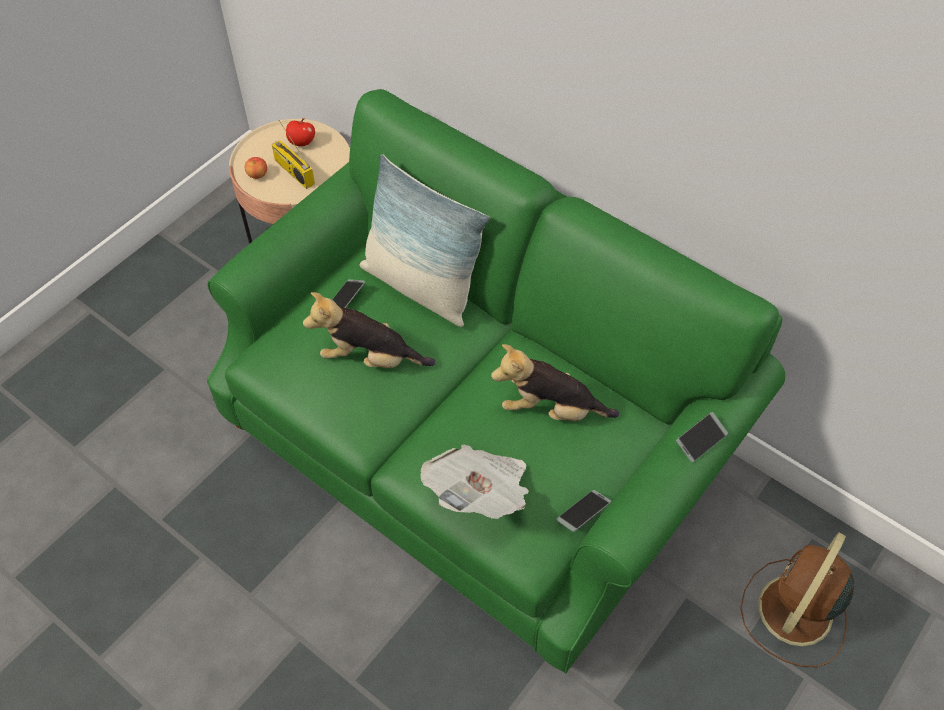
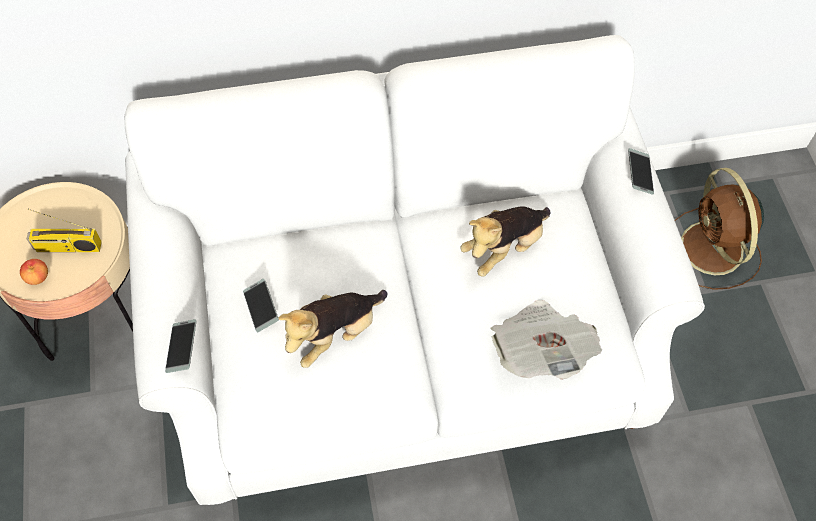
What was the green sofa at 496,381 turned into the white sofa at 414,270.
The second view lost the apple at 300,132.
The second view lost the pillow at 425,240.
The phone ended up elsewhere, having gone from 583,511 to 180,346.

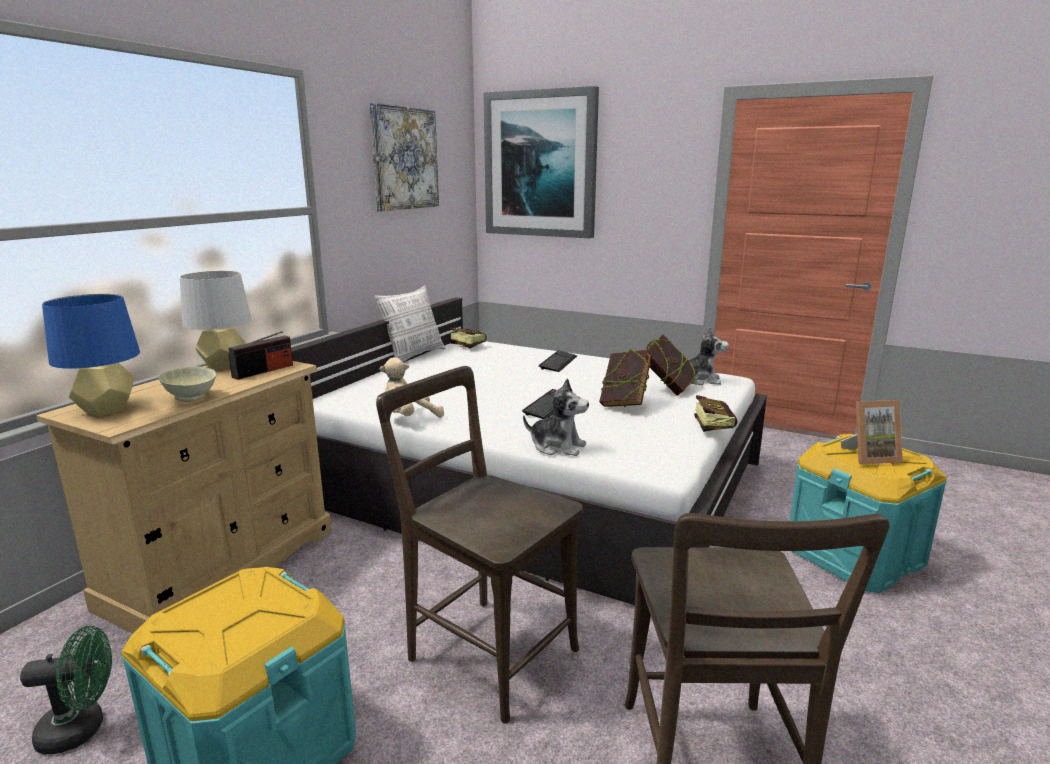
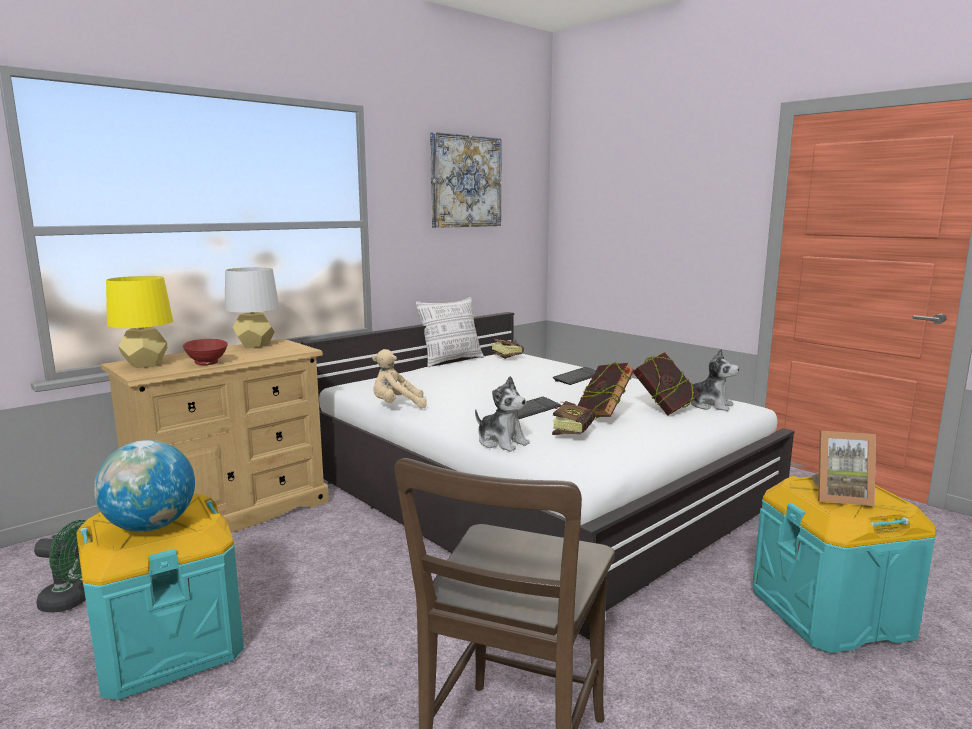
What was the blue table lamp at 91,355 turned into the yellow table lamp at 139,322.
What was the beige bowl at 187,384 turned into the red bowl at 205,352.
The second view lost the radio at 260,355.
The second view lost the brown chair at 479,545.
The second view lost the picture at 541,162.
The book ended up elsewhere, having gone from 715,413 to 573,418.
The second view gained the globe at 144,486.

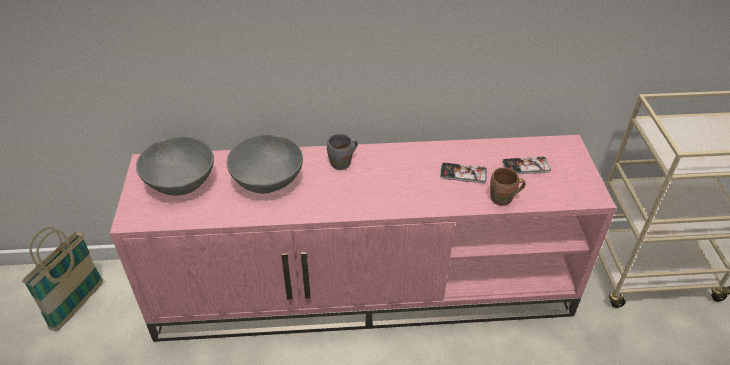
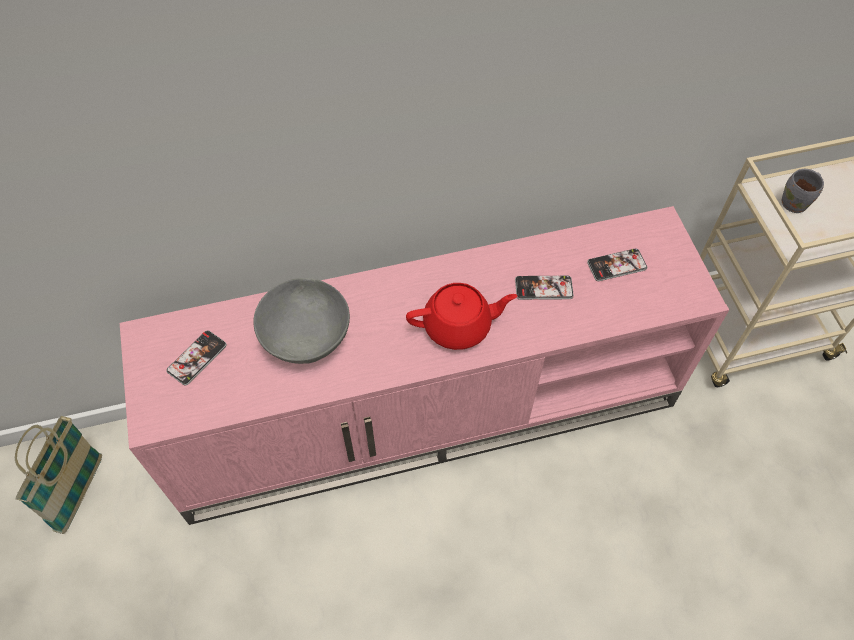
Where the grey bowl stood at 175,166, the phone came to stand at 196,357.
The grey mug ended up elsewhere, having gone from 342,152 to 802,191.
The second view lost the brown mug at 507,186.
The second view gained the red teapot at 462,316.

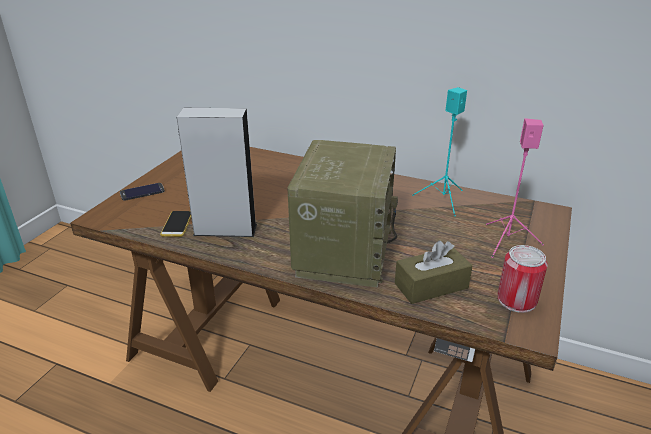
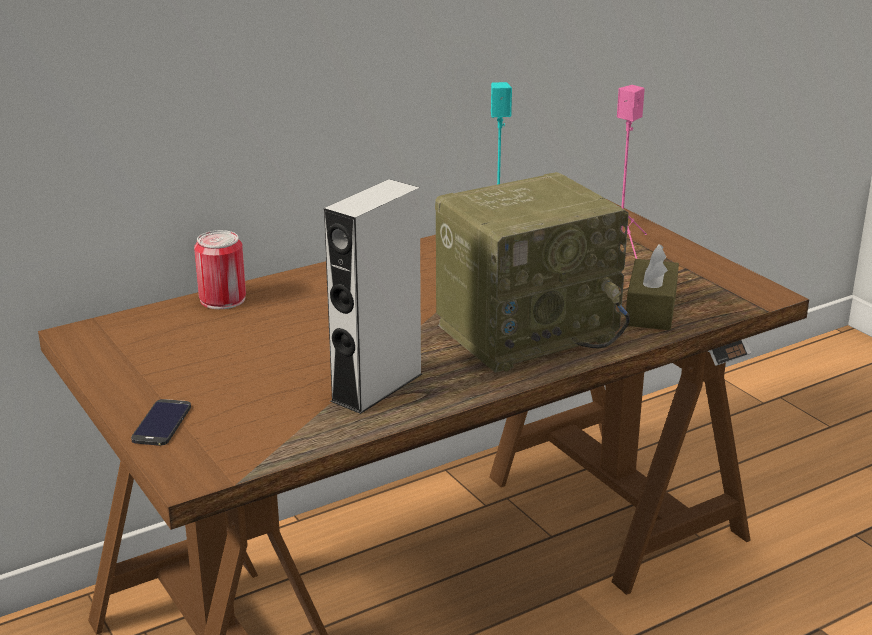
The second view lost the phone at 175,224.
The radio at 342,214 ended up facing another way, 105 degrees clockwise from before.
The can ended up elsewhere, having gone from 523,279 to 220,269.

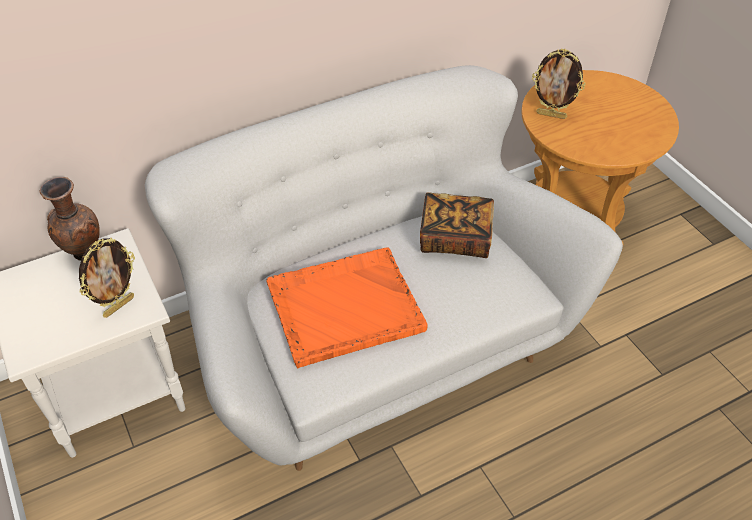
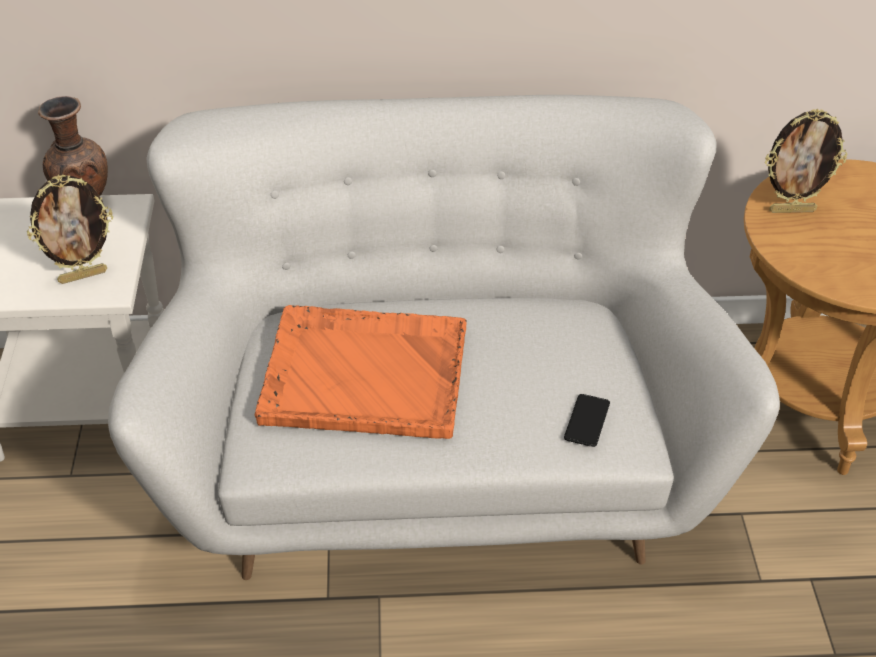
The second view lost the book at 457,225.
The picture frame at 558,84 ended up facing another way, 45 degrees counterclockwise from before.
The second view gained the phone at 587,420.

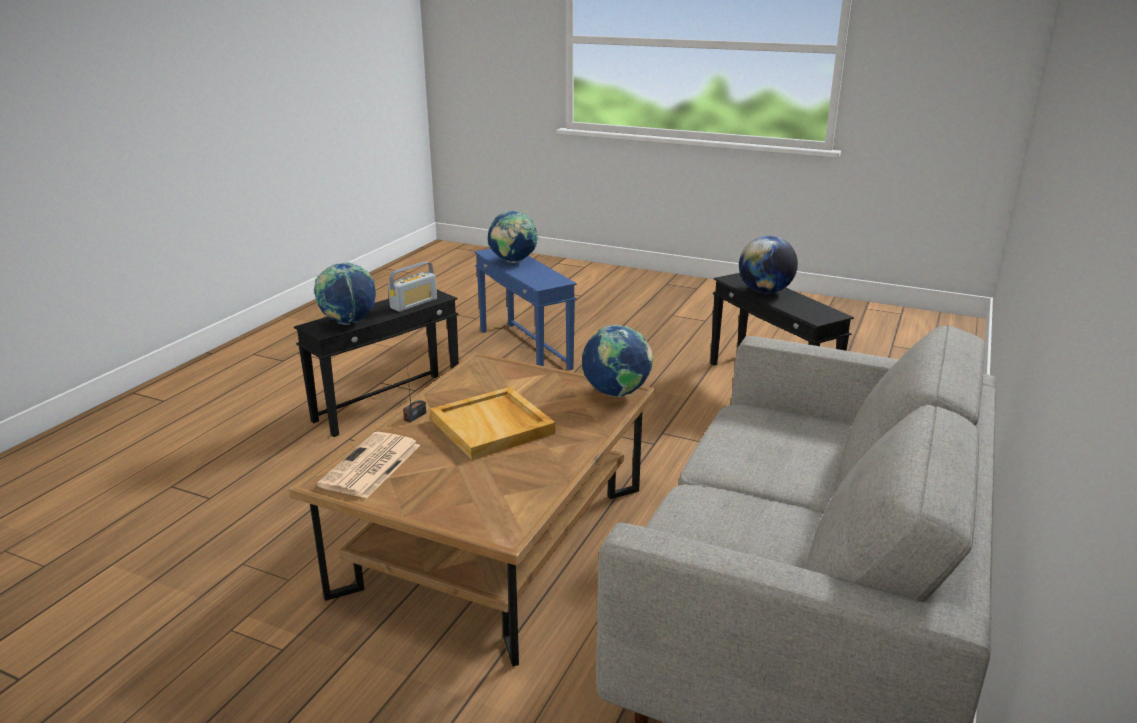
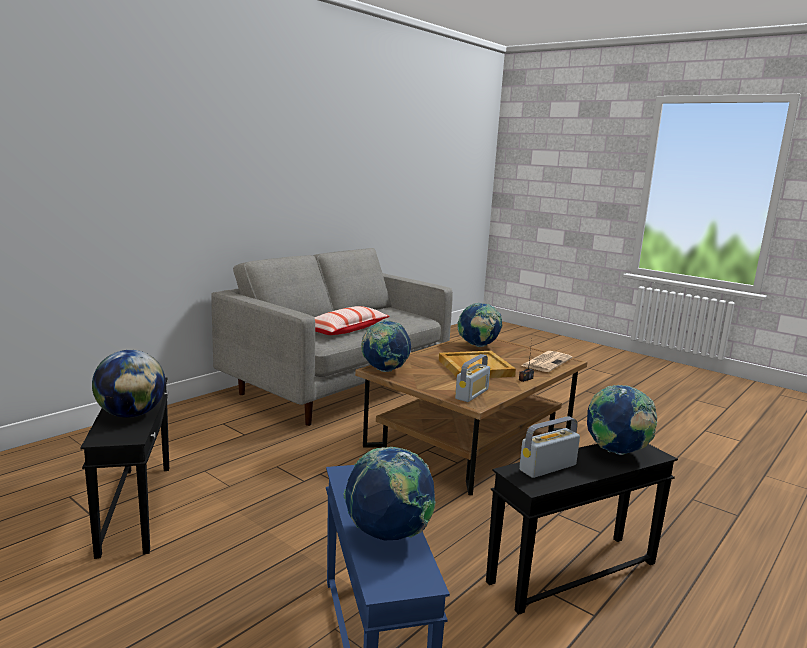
The second view gained the pillow at 352,320.
The second view gained the radio at 472,378.
The second view gained the globe at 479,325.

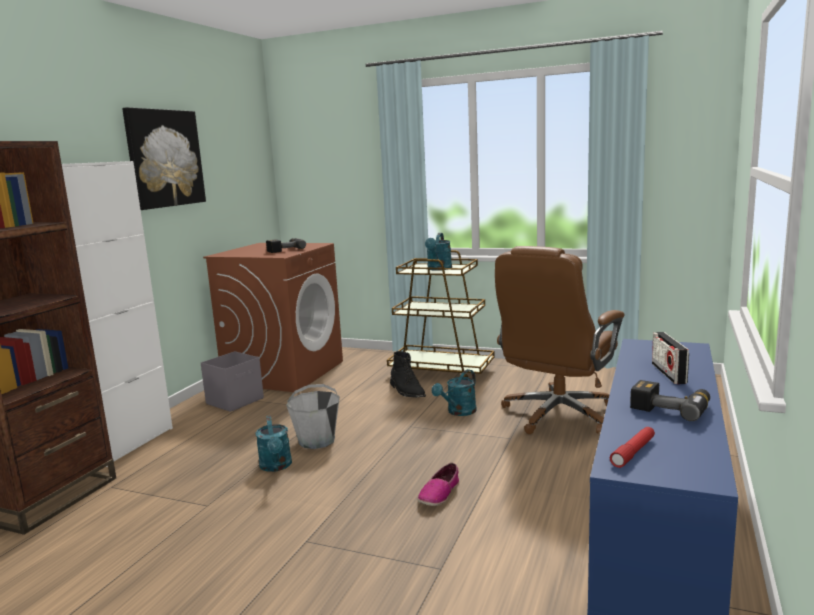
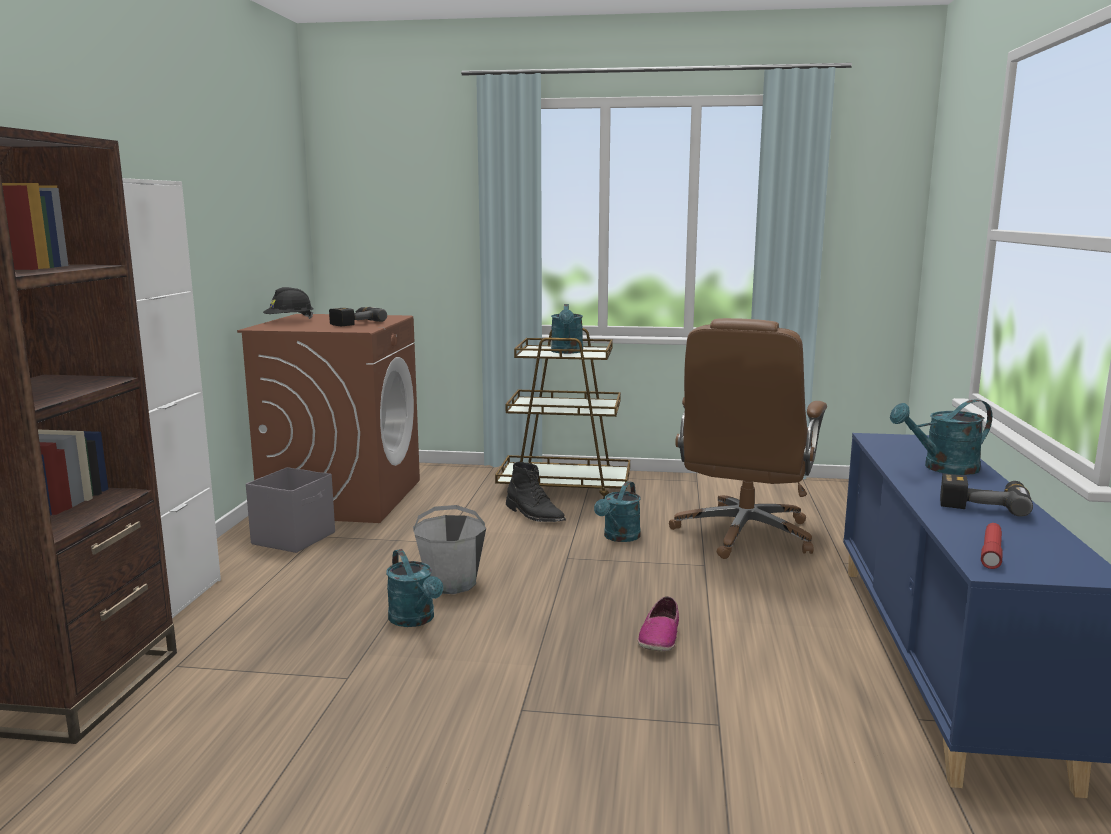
The second view lost the picture at 164,158.
Where the radio stood at 670,358, the turquoise watering can came to stand at 941,437.
The second view gained the black hard hat at 288,303.

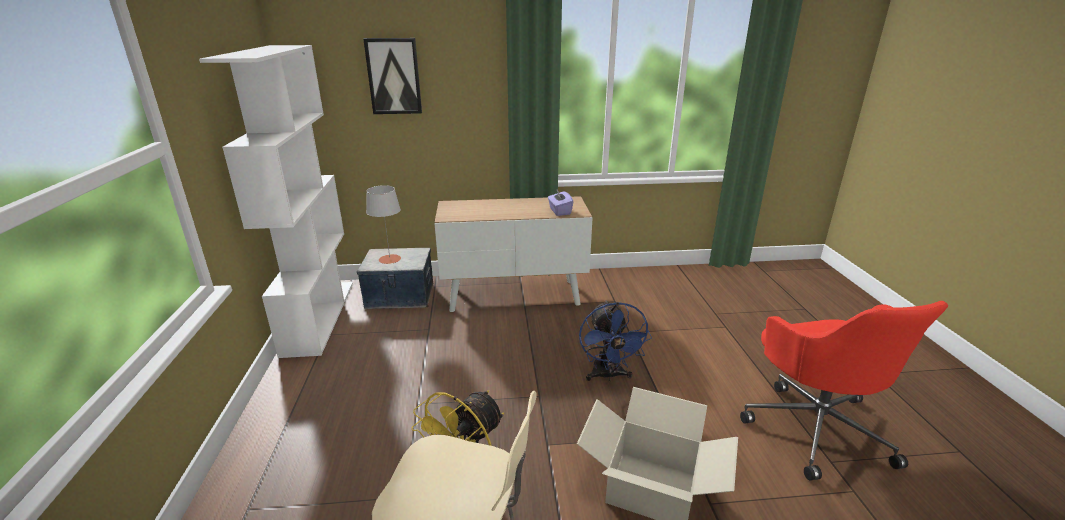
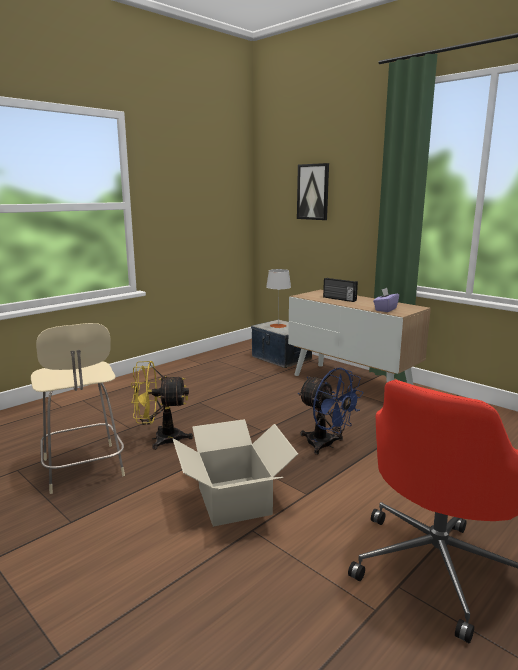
The second view lost the white bookcase at 276,201.
The blue fan at 615,341 ended up facing another way, 90 degrees counterclockwise from before.
The second view gained the radio at 340,290.

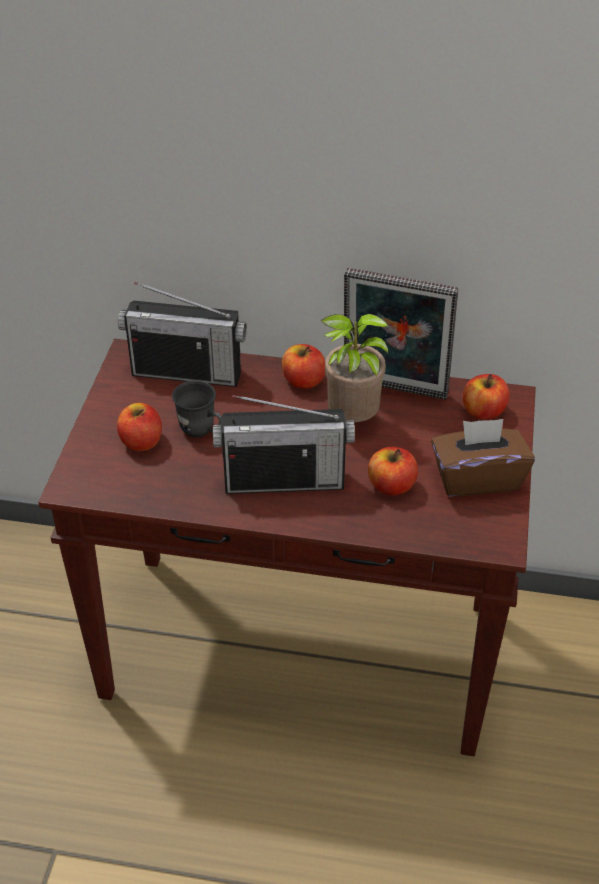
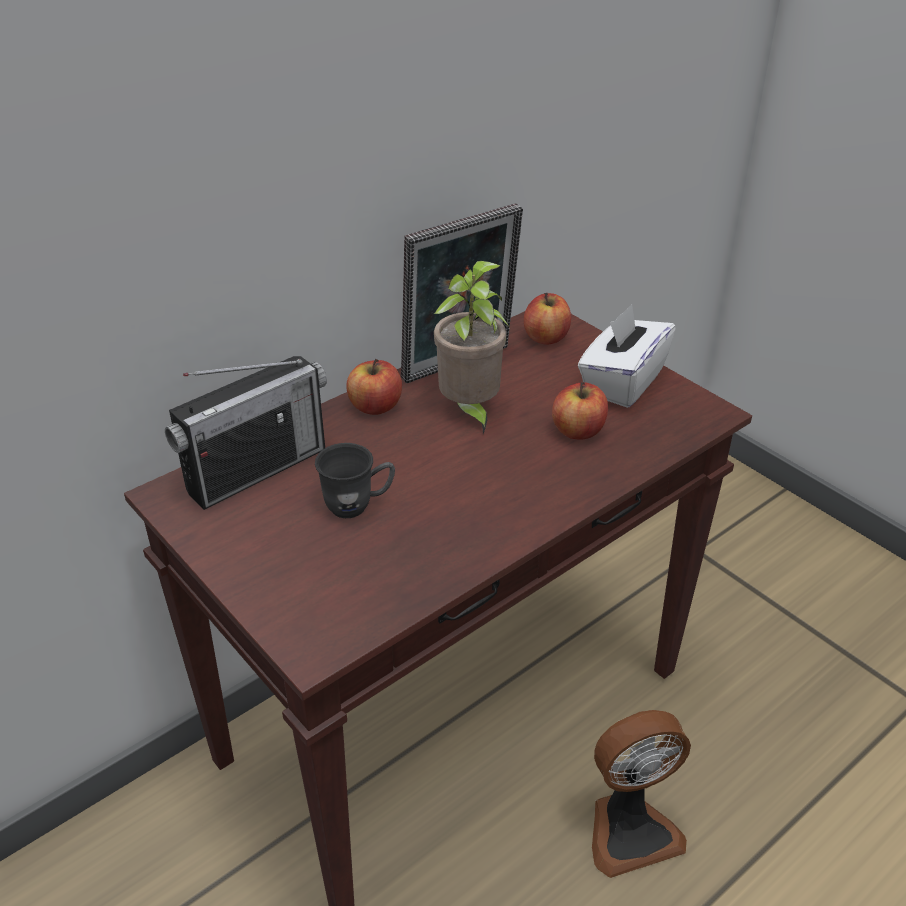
The second view lost the apple at 139,427.
The second view lost the radio at 284,444.
What was the brown tissue box at 483,458 turned into the white tissue box at 627,356.
The second view gained the fan at 641,794.

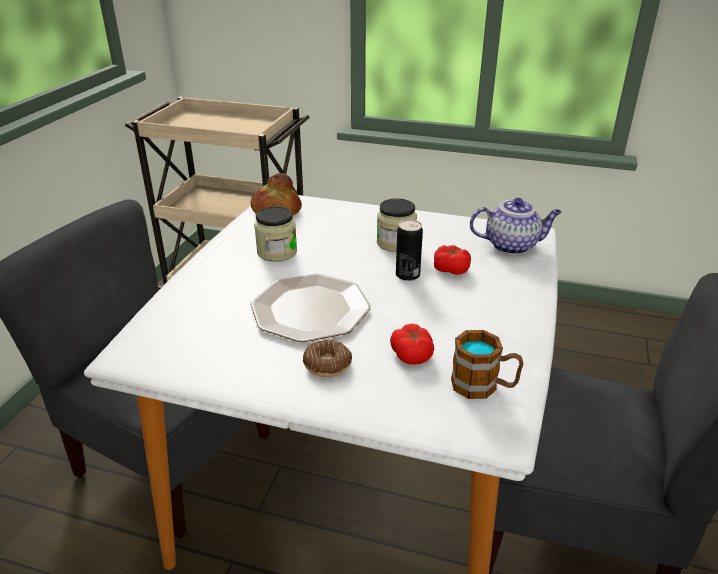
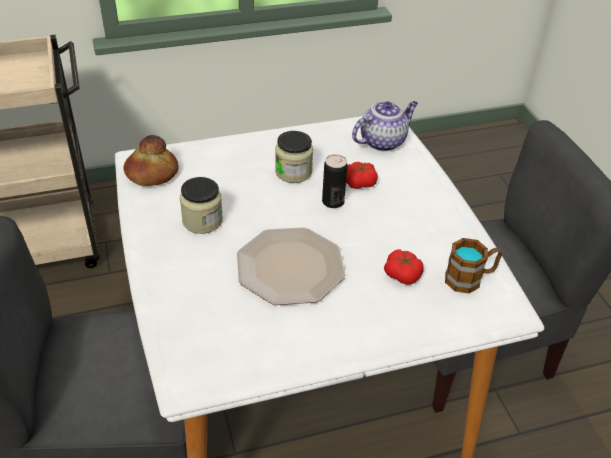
The second view lost the donut at 327,358.

